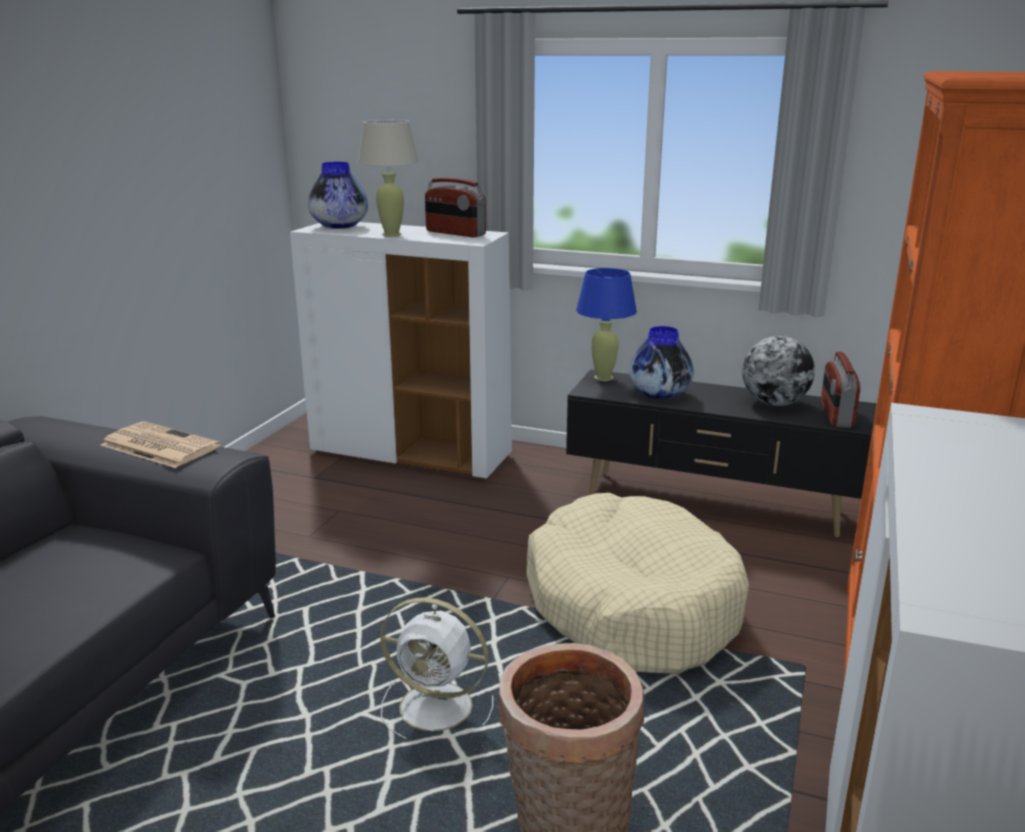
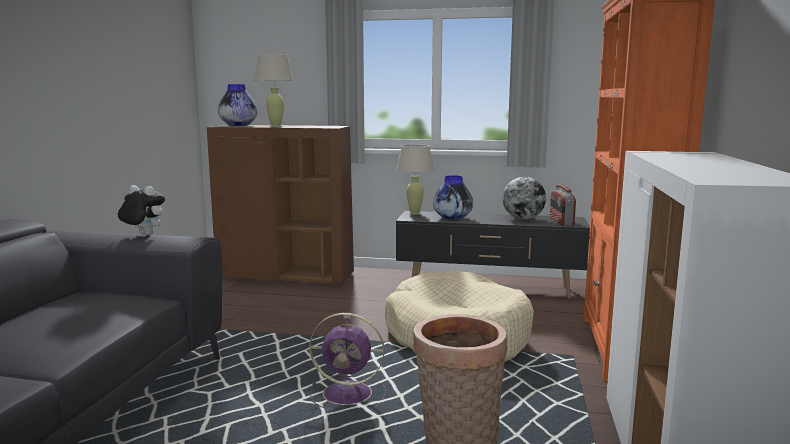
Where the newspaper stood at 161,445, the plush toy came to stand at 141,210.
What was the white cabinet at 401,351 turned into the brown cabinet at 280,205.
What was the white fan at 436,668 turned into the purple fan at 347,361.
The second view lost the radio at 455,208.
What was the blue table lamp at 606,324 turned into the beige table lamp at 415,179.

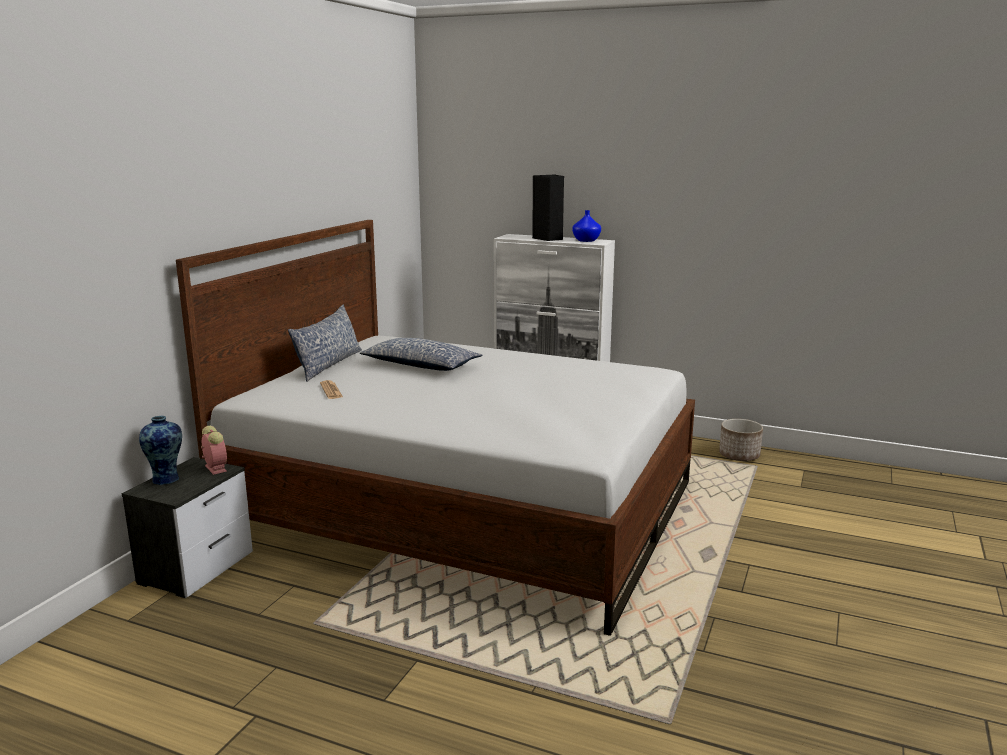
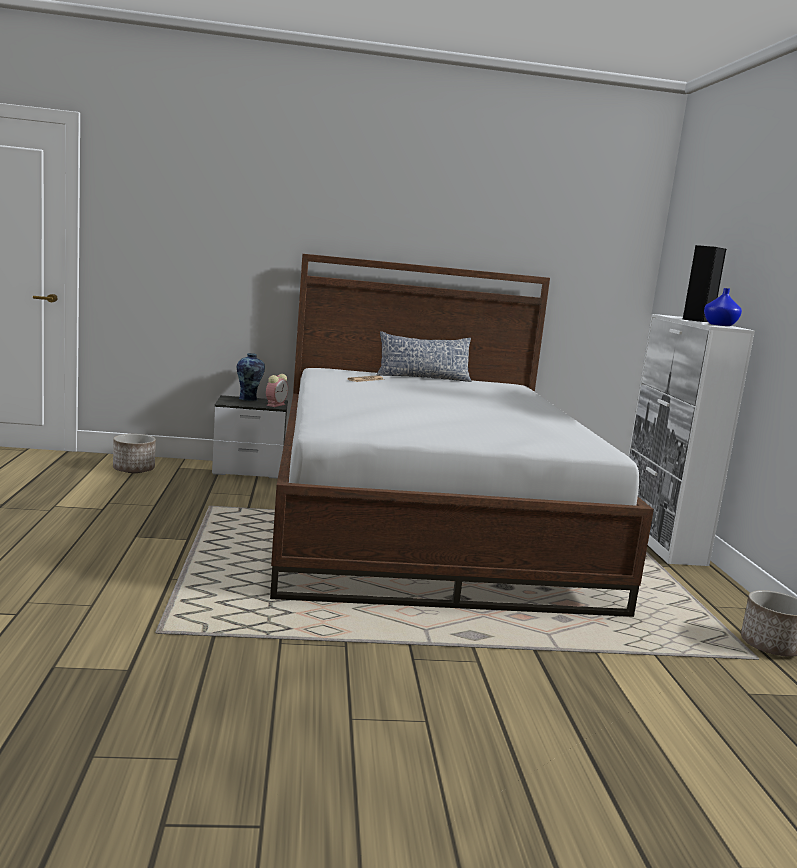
The second view lost the pillow at 421,354.
The second view gained the planter at 134,453.

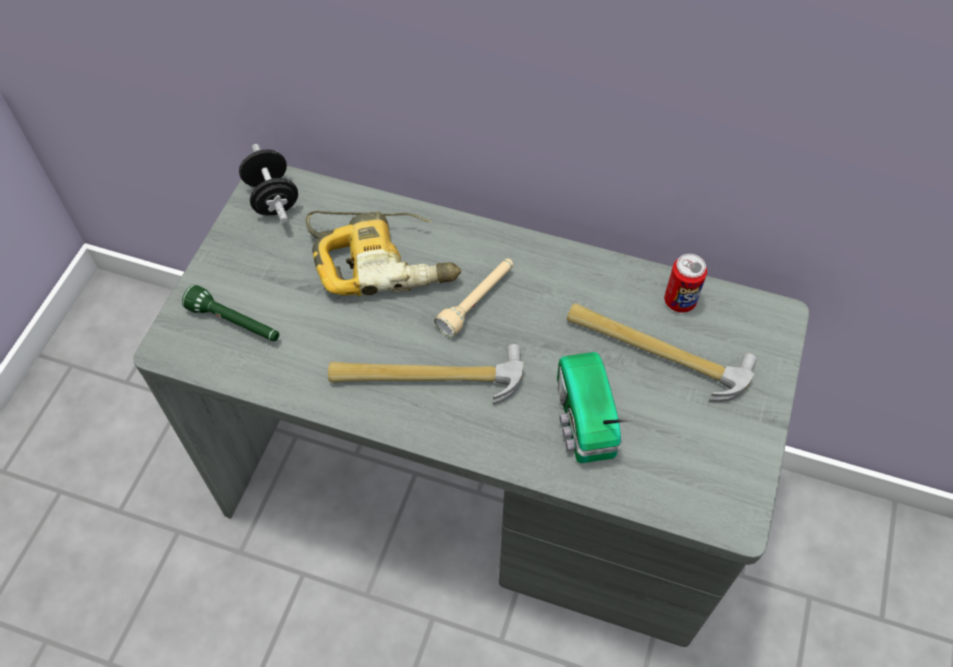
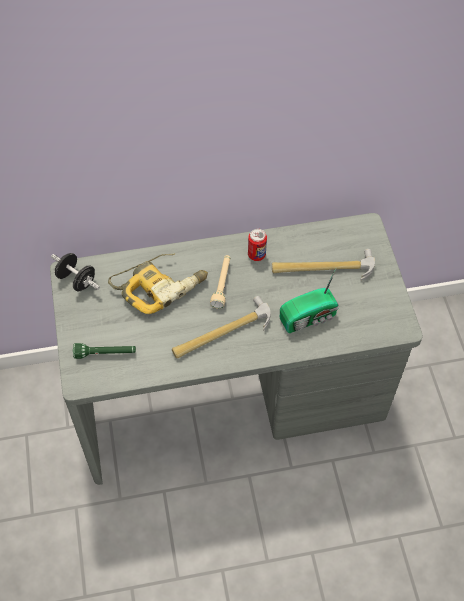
The radio at 595,407 ended up facing another way, 75 degrees counterclockwise from before.
The can ended up elsewhere, having gone from 685,283 to 257,245.

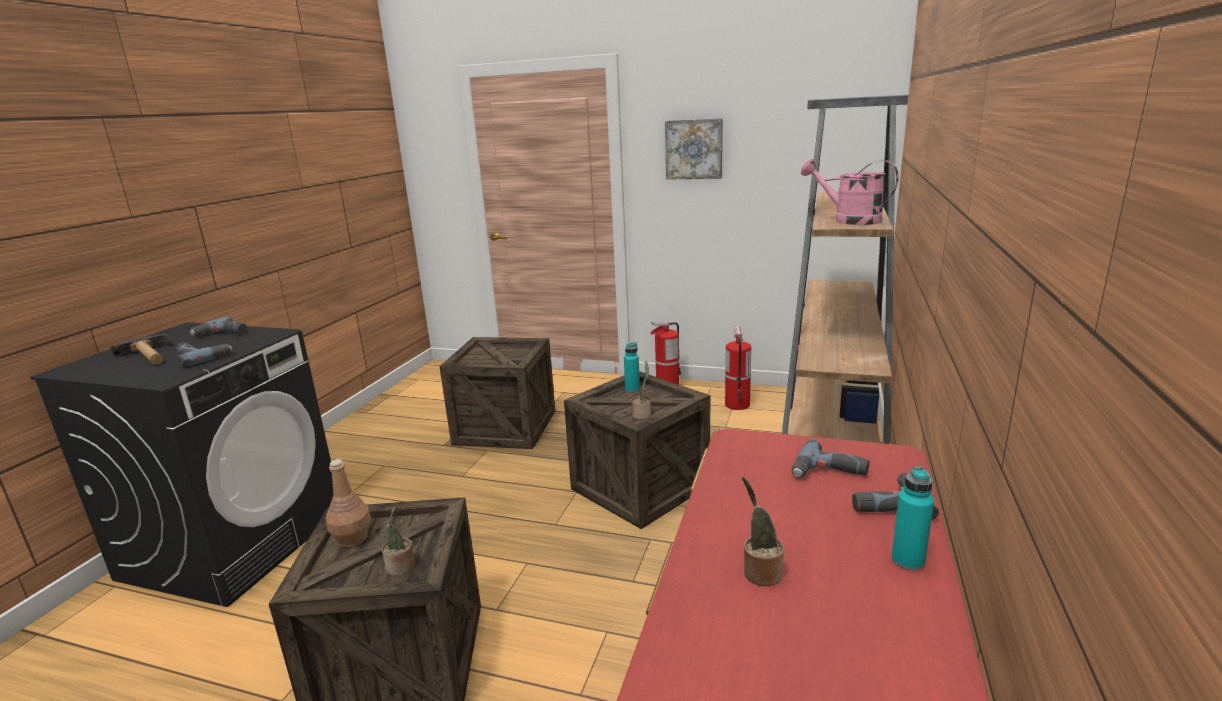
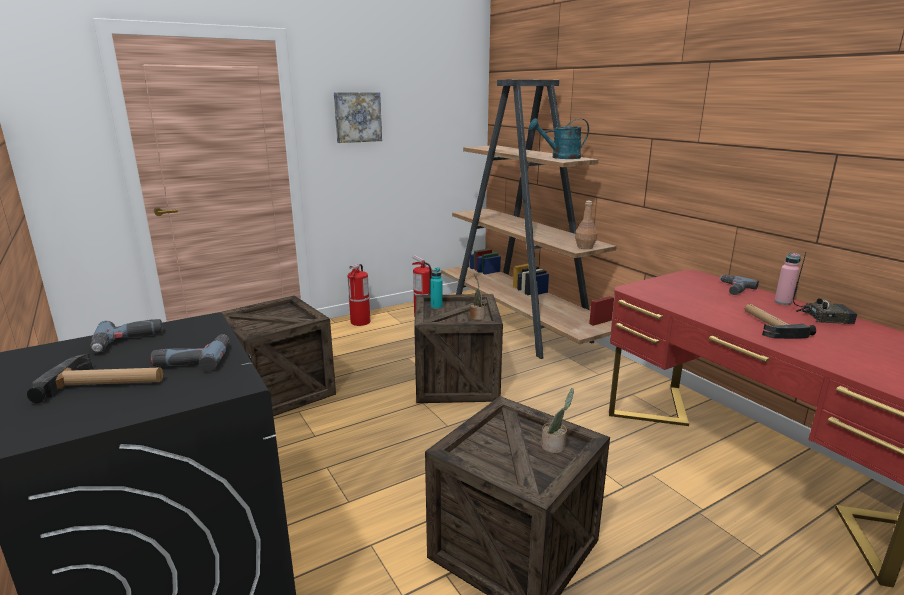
The brown bottle ended up elsewhere, having gone from 348,503 to 586,225.
Where the potted plant stood at 763,531, the hammer came to stand at 780,321.
The second view lost the power drill at 830,459.
What was the pink watering can at 850,192 turned into the turquoise watering can at 559,138.
What was the turquoise bottle at 912,518 turned into the pink bottle at 787,279.
The second view gained the radio at 825,288.

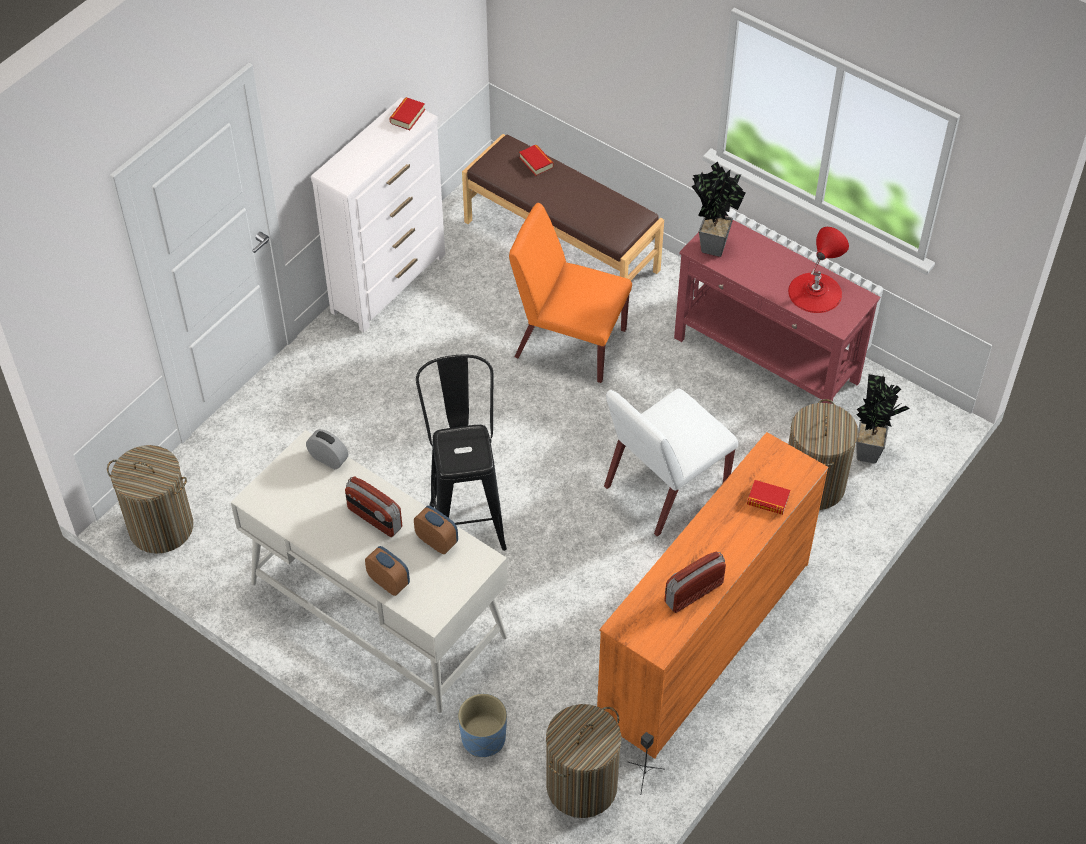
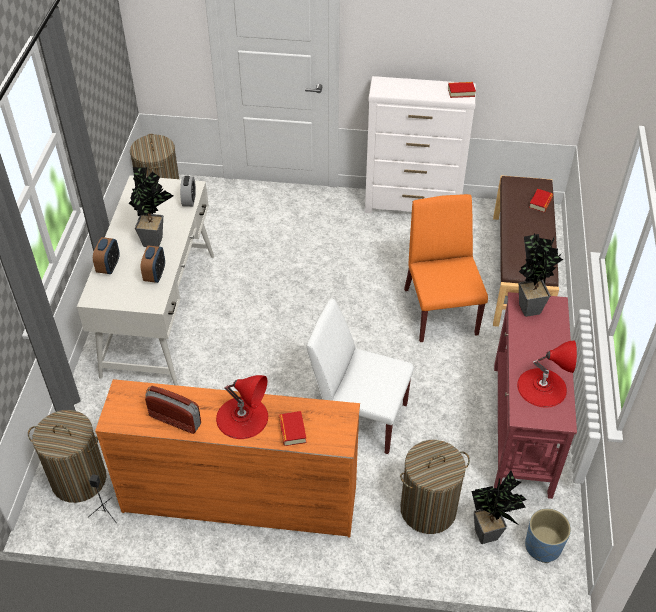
Where the radio stood at 373,506, the potted plant came to stand at 151,207.
The second view lost the black stool at 461,453.
The blue planter ended up elsewhere, having gone from 482,725 to 548,535.
The second view gained the red table lamp at 242,407.

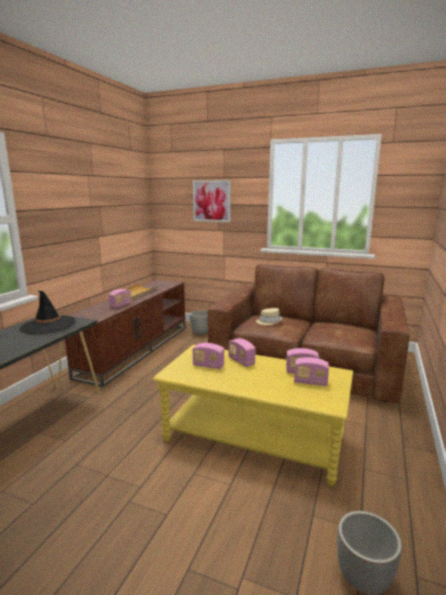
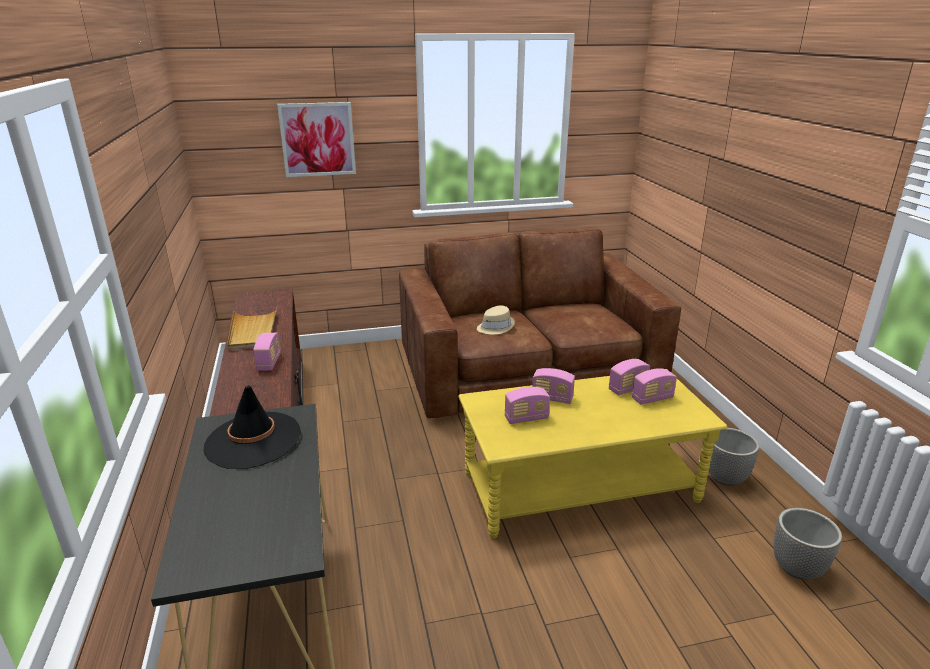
The planter ended up elsewhere, having gone from 199,322 to 734,457.

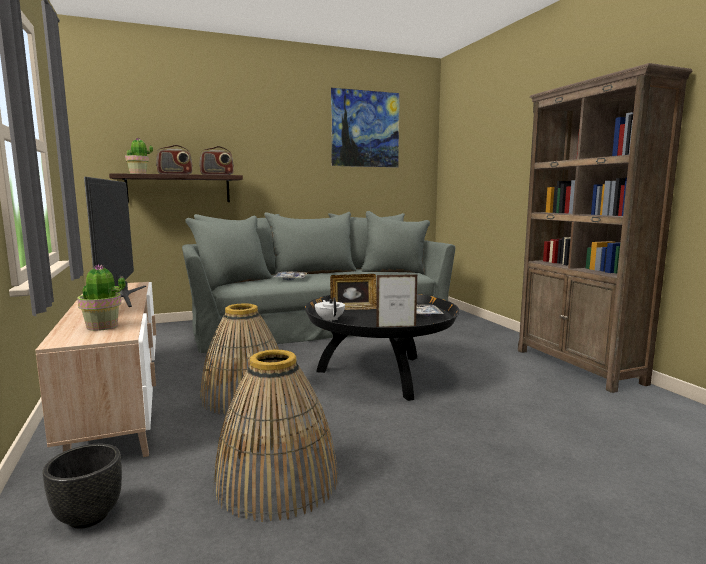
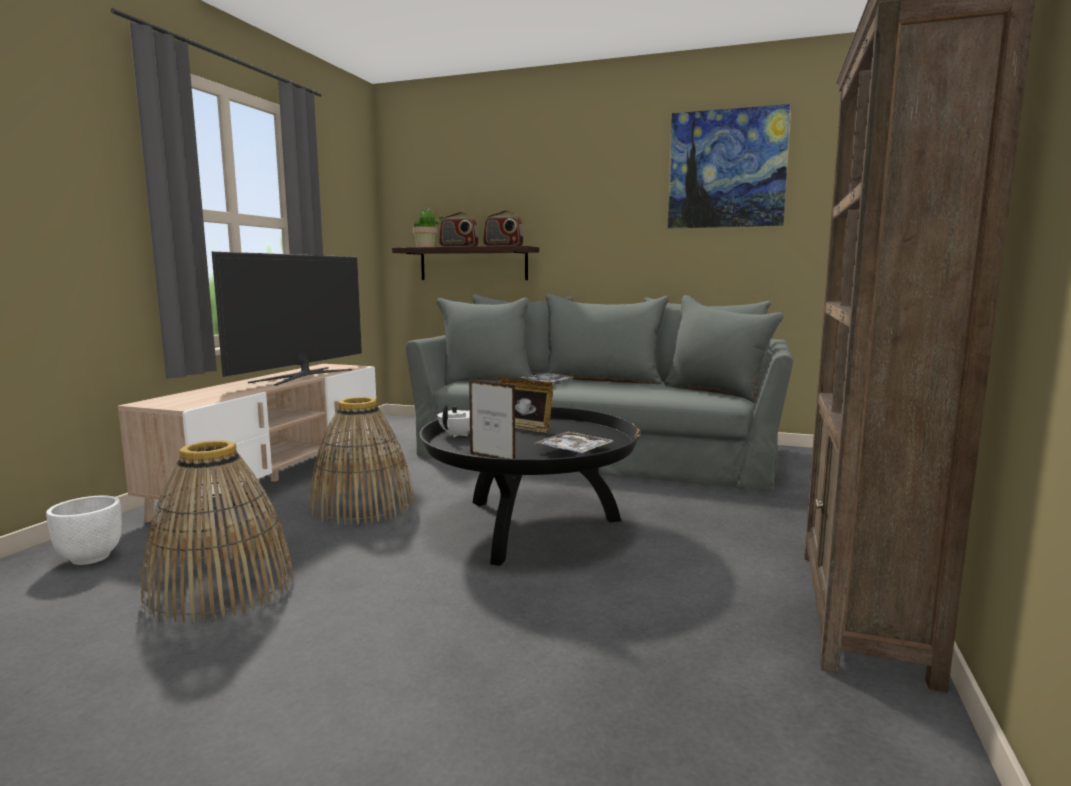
What was the black planter at 82,486 turned into the white planter at 84,530.
The second view lost the potted plant at 101,297.

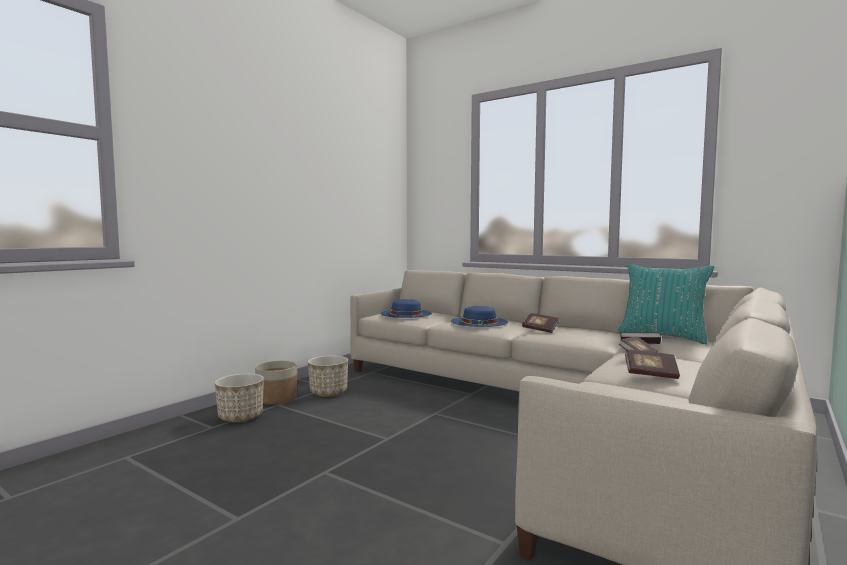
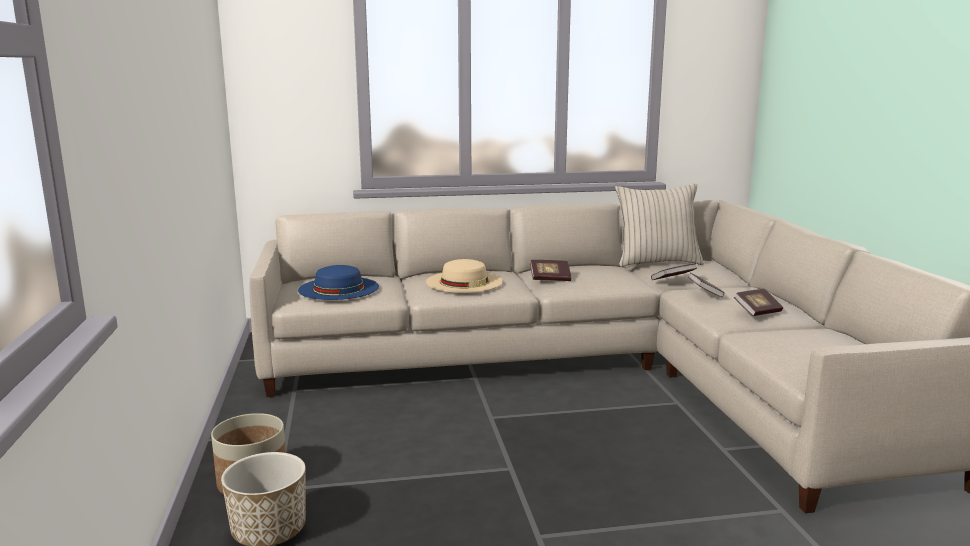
The second view lost the planter at 328,376.
What was the blue hat at 479,316 turned into the beige hat at 464,276.
What was the turquoise pillow at 665,304 turned into the beige pillow at 659,225.

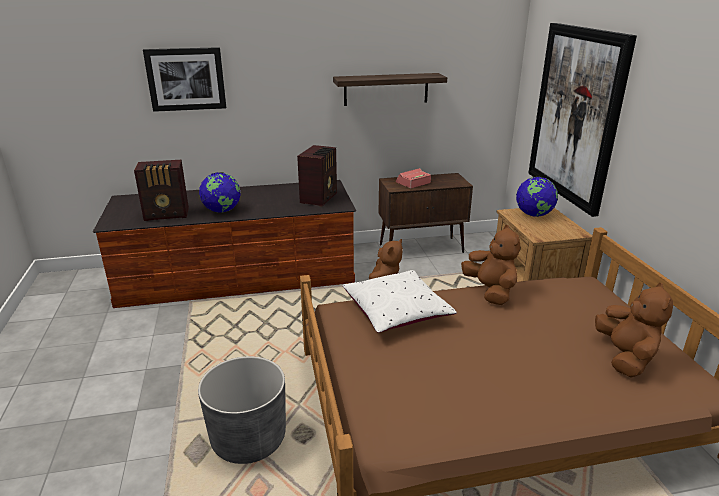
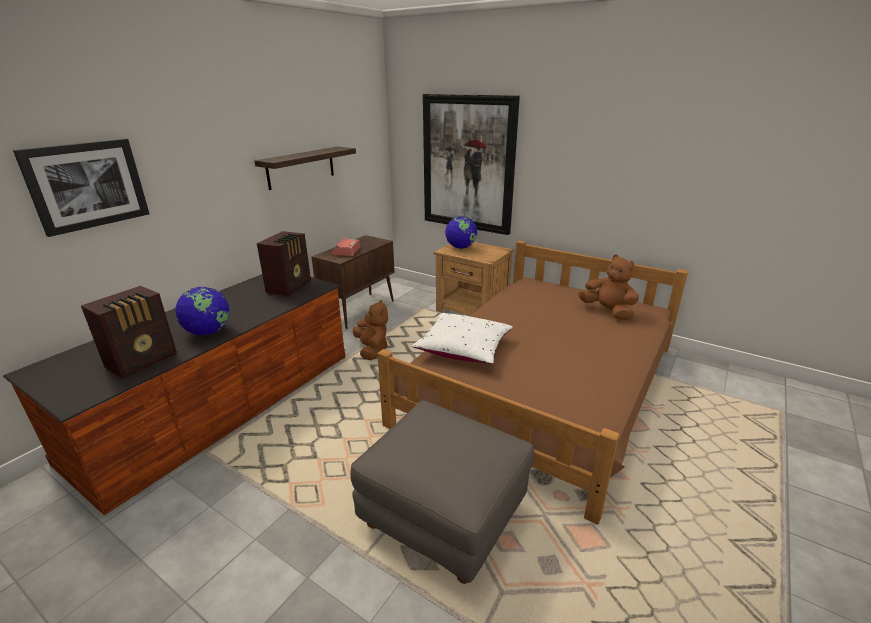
Where the grey planter stood at 242,410, the grey ottoman came to stand at 442,492.
The radio at 317,176 ended up facing another way, 45 degrees clockwise from before.
The second view lost the brown plush toy at 490,265.

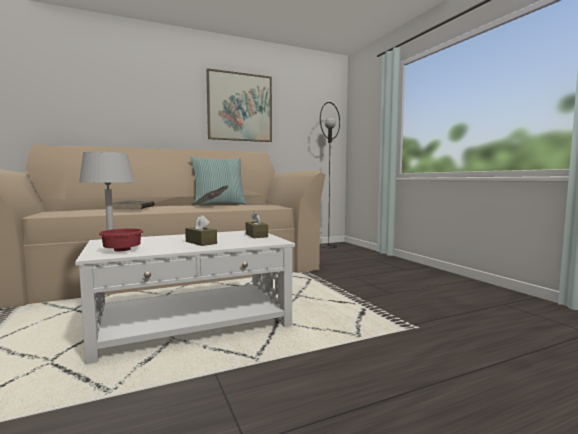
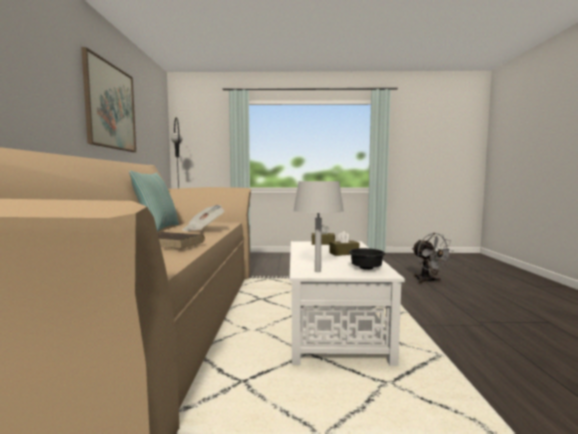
What was the red bowl at 121,239 turned into the black bowl at 367,259.
The second view gained the grey fan at 432,258.

